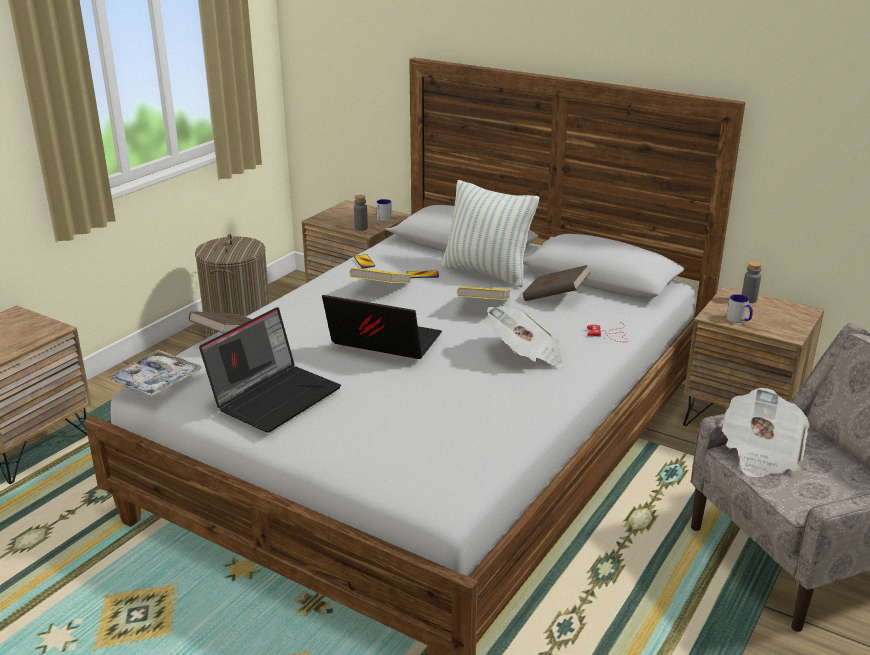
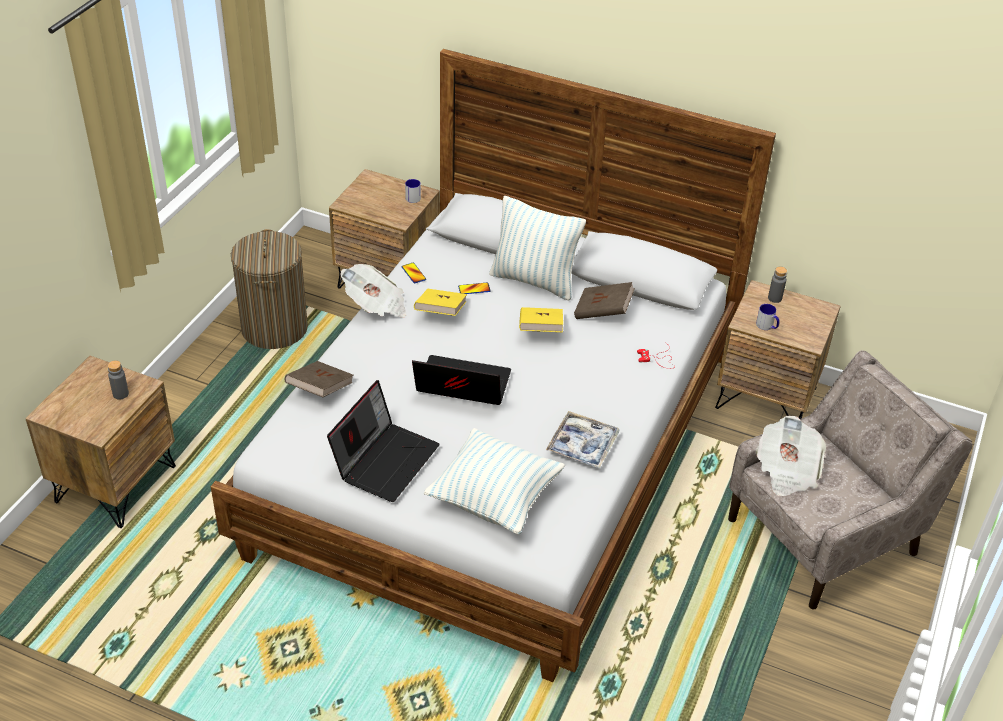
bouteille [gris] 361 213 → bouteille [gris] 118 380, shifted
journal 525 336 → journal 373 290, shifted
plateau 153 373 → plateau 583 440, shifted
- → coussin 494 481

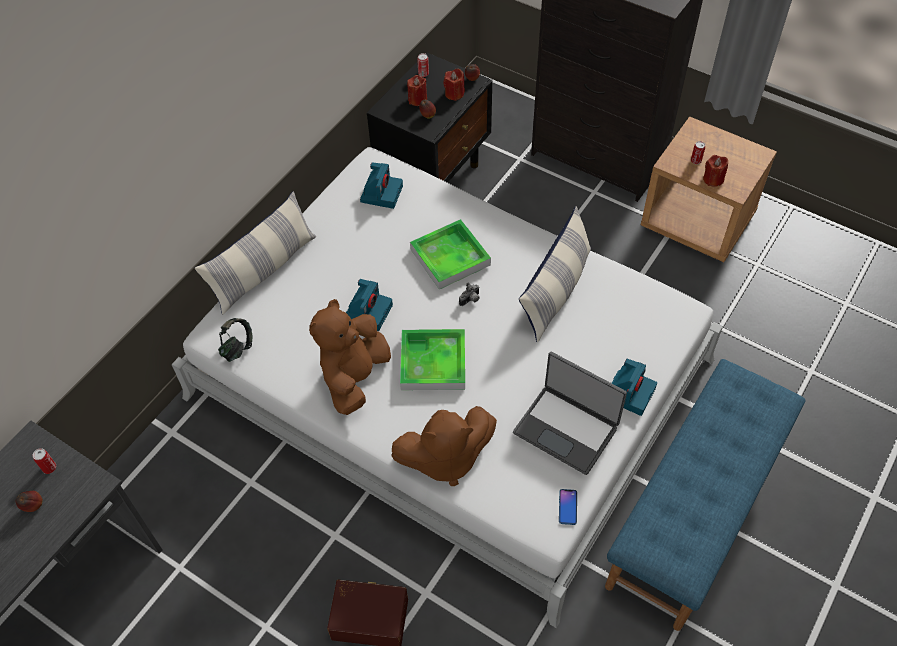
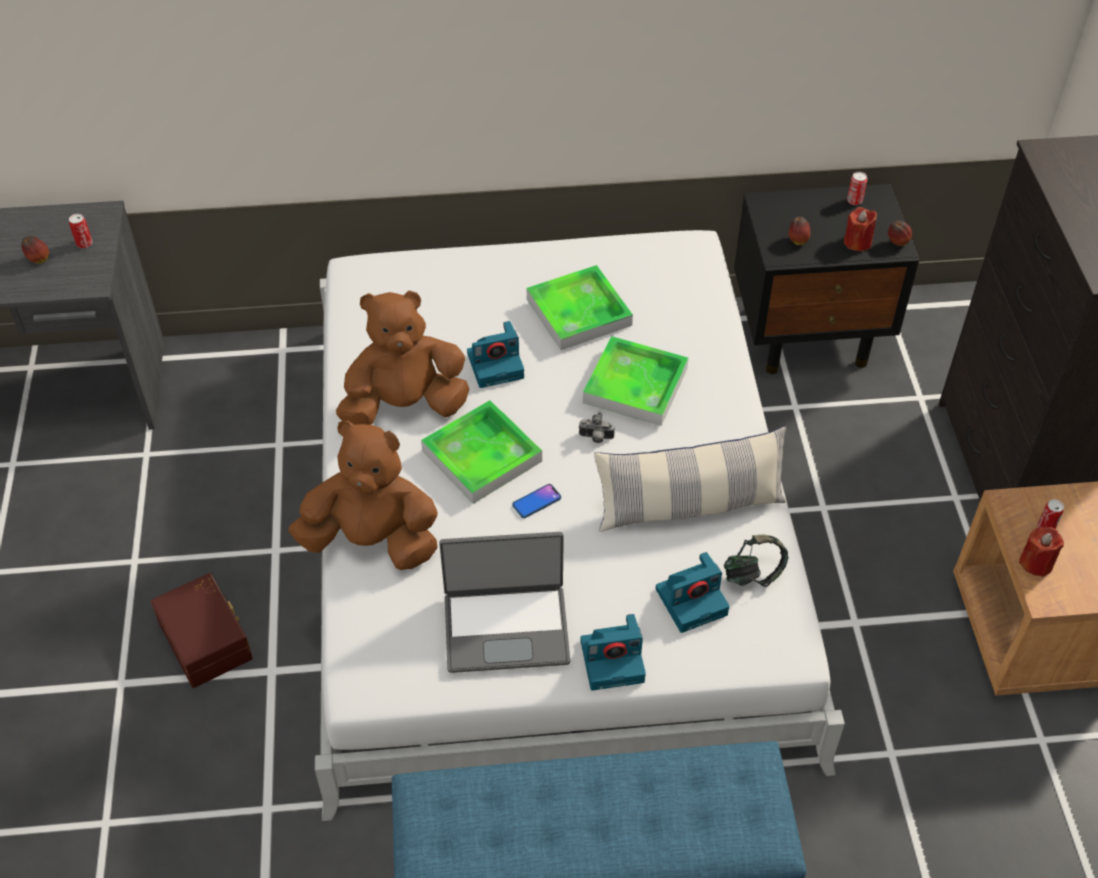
bougie [rouge] 417 90 → -
appareil photo 381 186 → appareil photo 692 592, shifted
coussin 255 253 → -
casque audio 235 340 → casque audio 756 561, shifted
ordinateur portable 570 413 → ordinateur portable 504 602, 90 degrees counterclockwise
peluche [marron] 444 446 → peluche [marron] 363 495, 150 degrees clockwise
téléphone 568 507 → téléphone 536 501, shifted
- → plateau 580 307

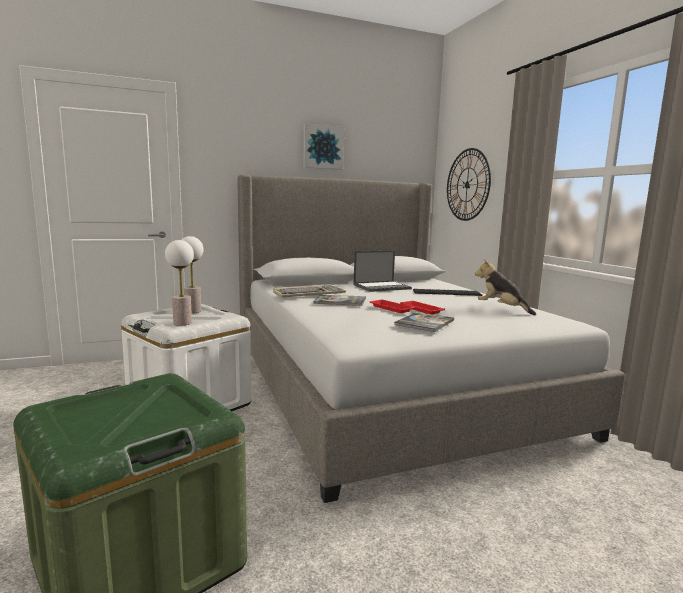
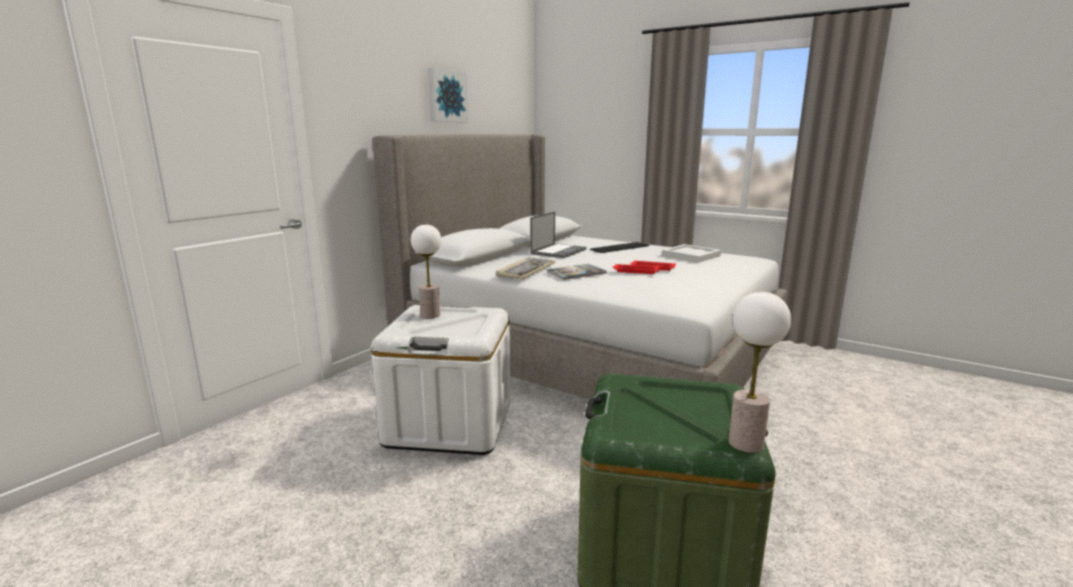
horloge murale 469 184 → -
lampe de table 179 282 → lampe de table 759 372, shifted
peluche 505 287 → plateau [blanc] 691 253
livre 424 322 → -

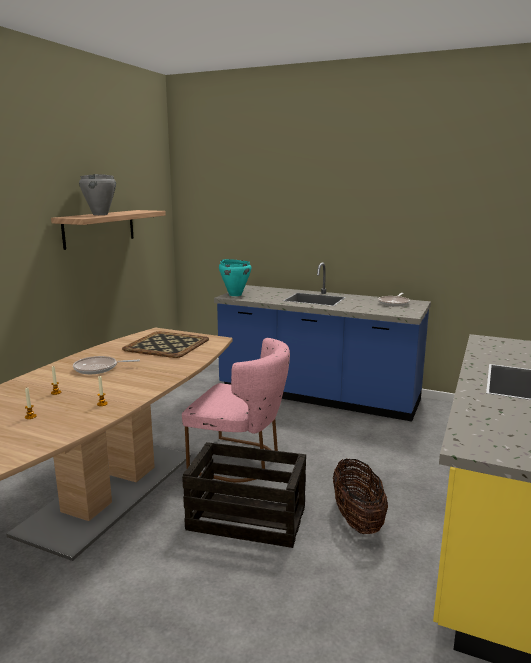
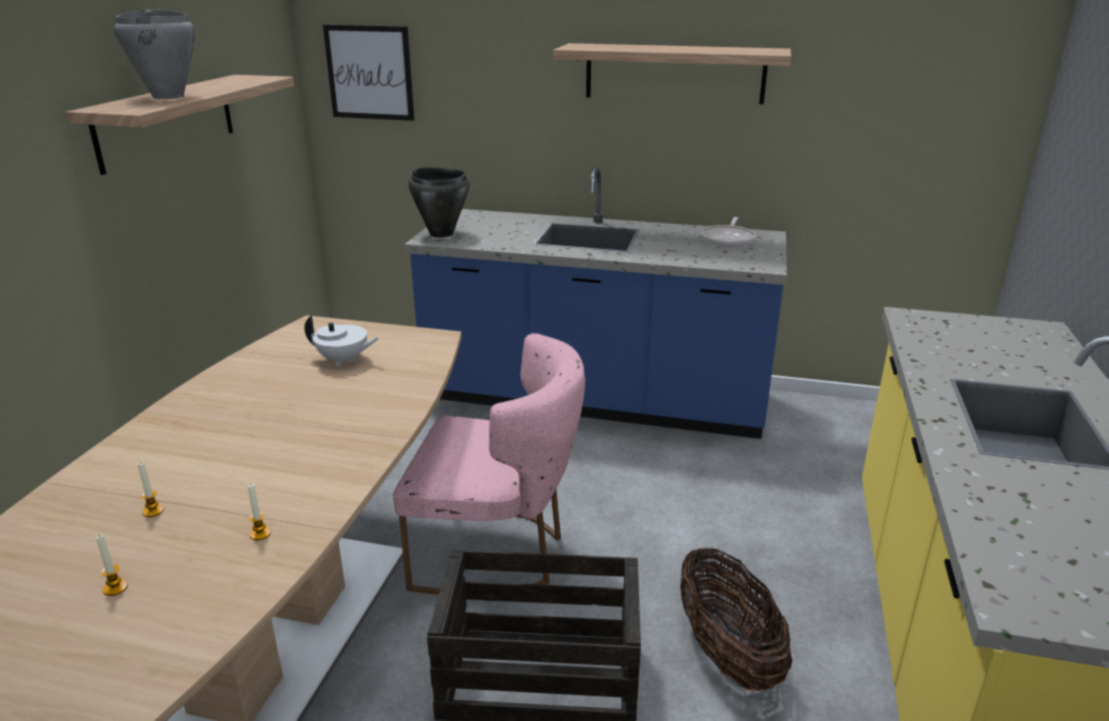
marmite [turquoise] 235 277 → marmite [noir] 439 202
plateau 165 344 → théière [blanc] 341 340
poêle 106 365 → -
- → tableau 368 72
- → étagère 672 73

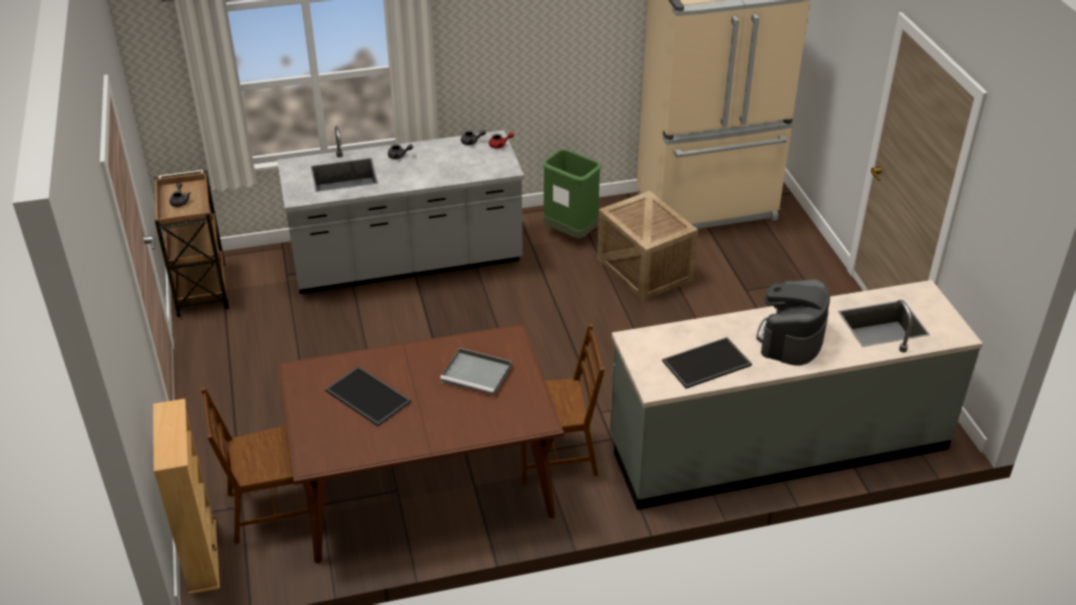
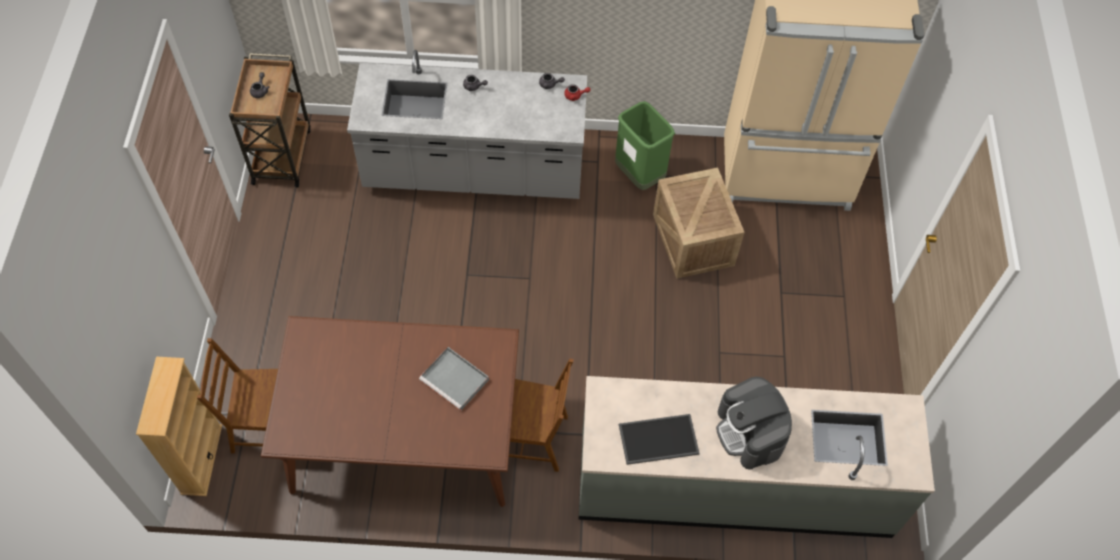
machine à café 793 322 → machine à café 754 423, 60 degrees counterclockwise
plateau 368 396 → -

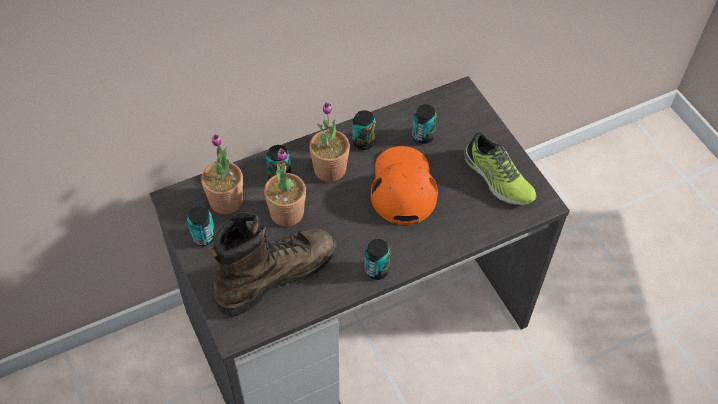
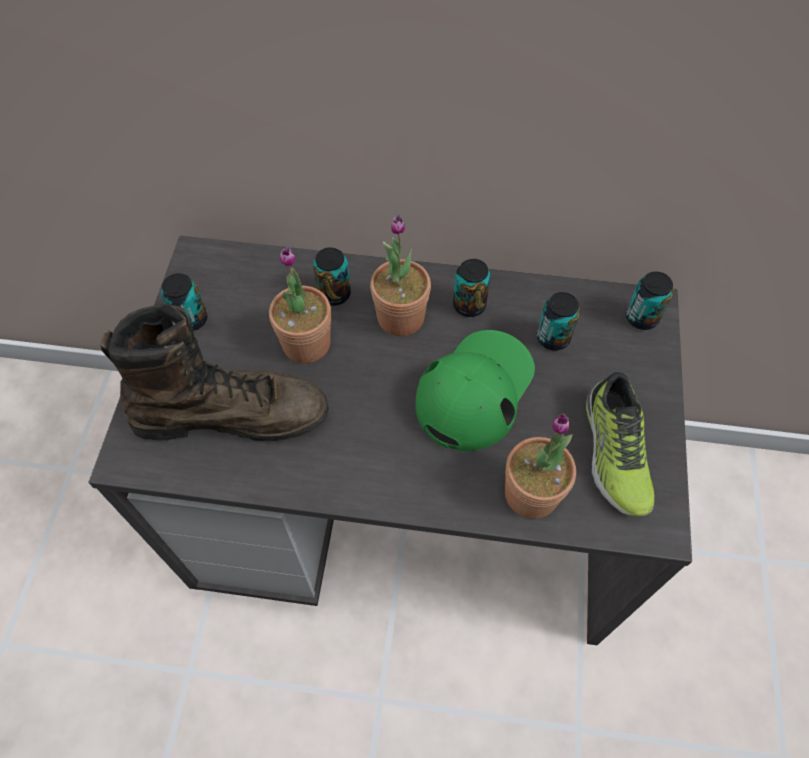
plante en pot 222 174 → plante en pot 540 466, shifted
casquette [orange] 404 185 → casquette [vert] 475 390
boîte métallique 377 259 → boîte métallique 649 300, shifted

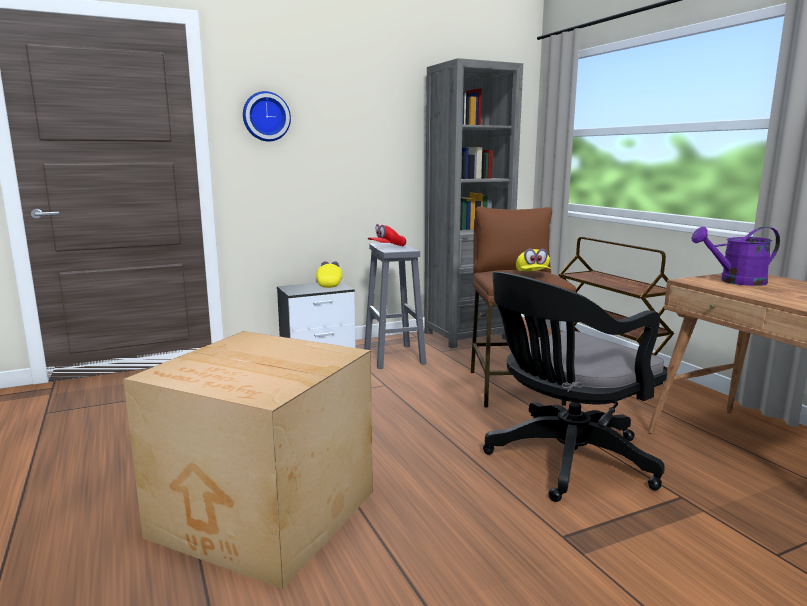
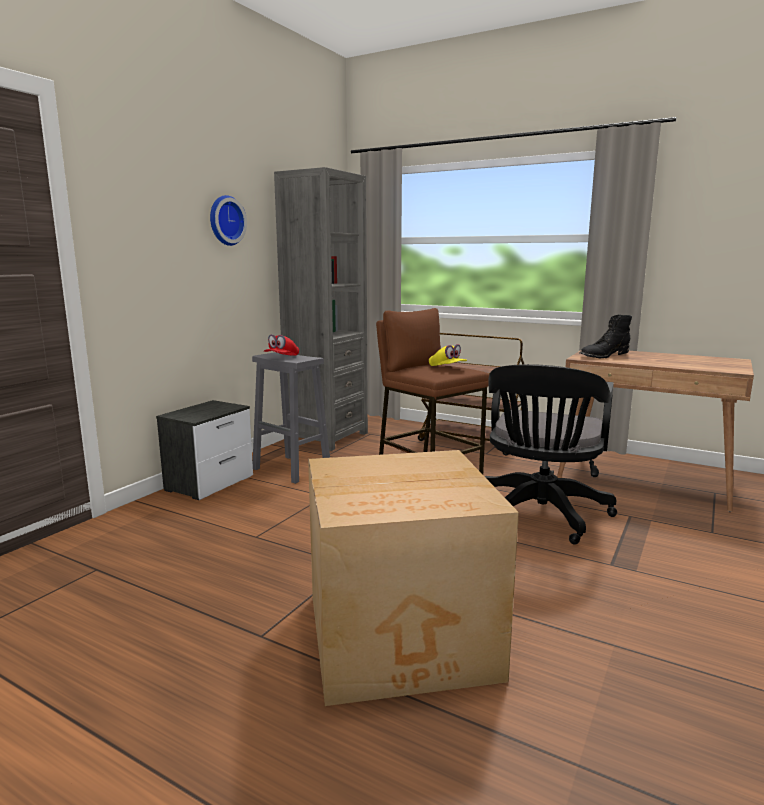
horloge murale 267 116 → horloge murale 228 220, shifted
arrosoir [violet] 735 256 → botte [noir] 606 336
casquette [jaune] 329 274 → -

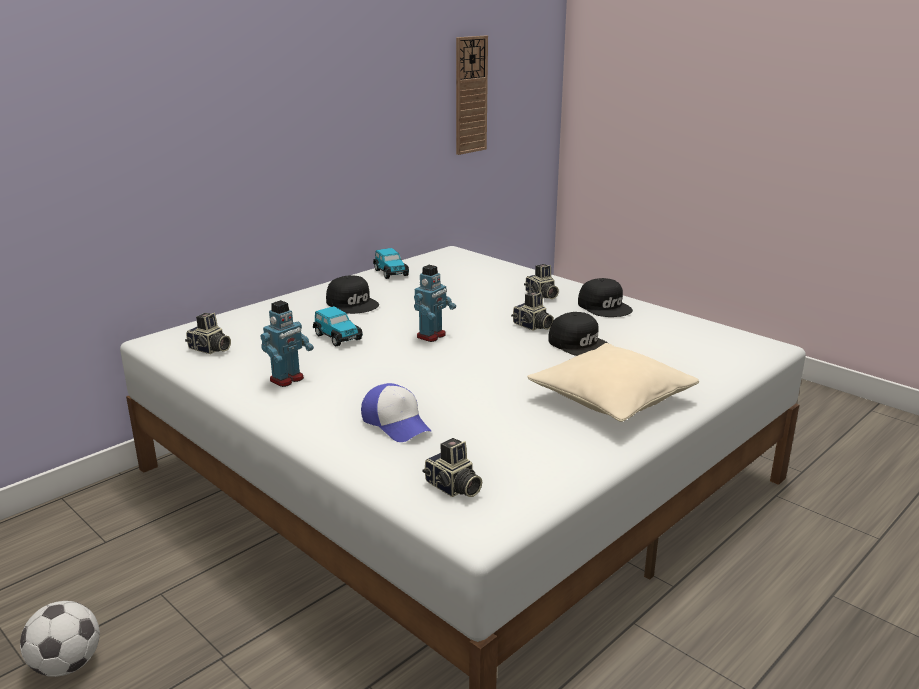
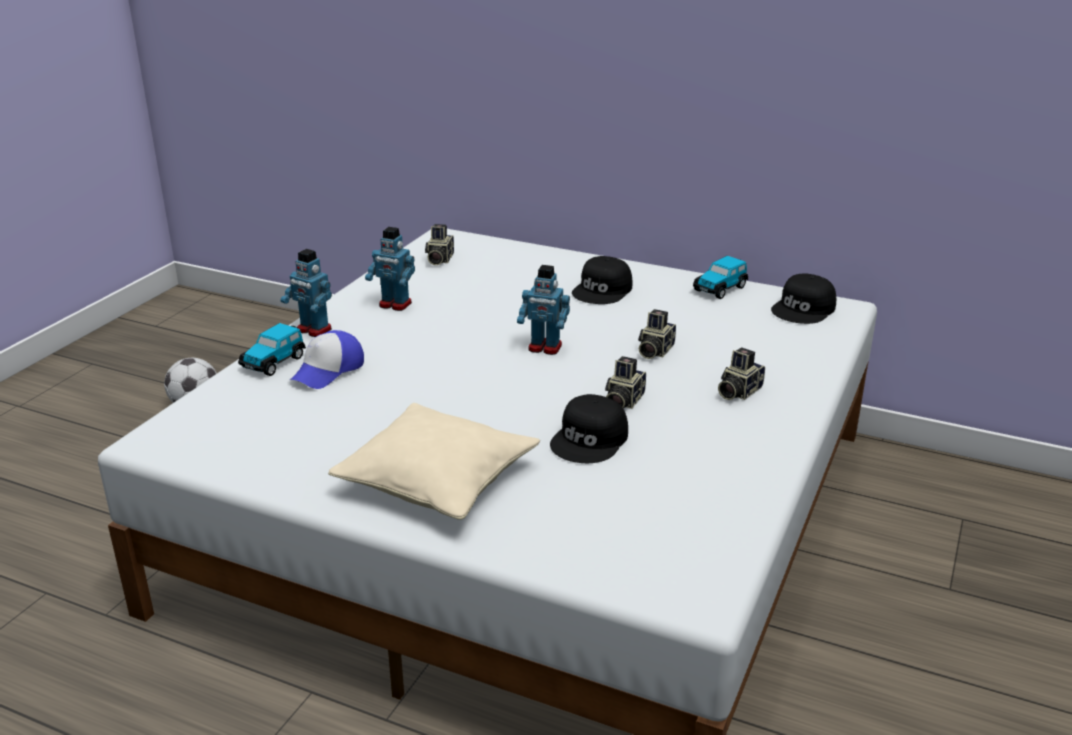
horloge murale 472 95 → -
casquette [noir] 605 297 → casquette [noir] 803 298, shifted
petite voiture 338 326 → petite voiture 272 349, shifted
appareil photo 452 467 → appareil photo 657 334, shifted
- → robot jouet 306 293

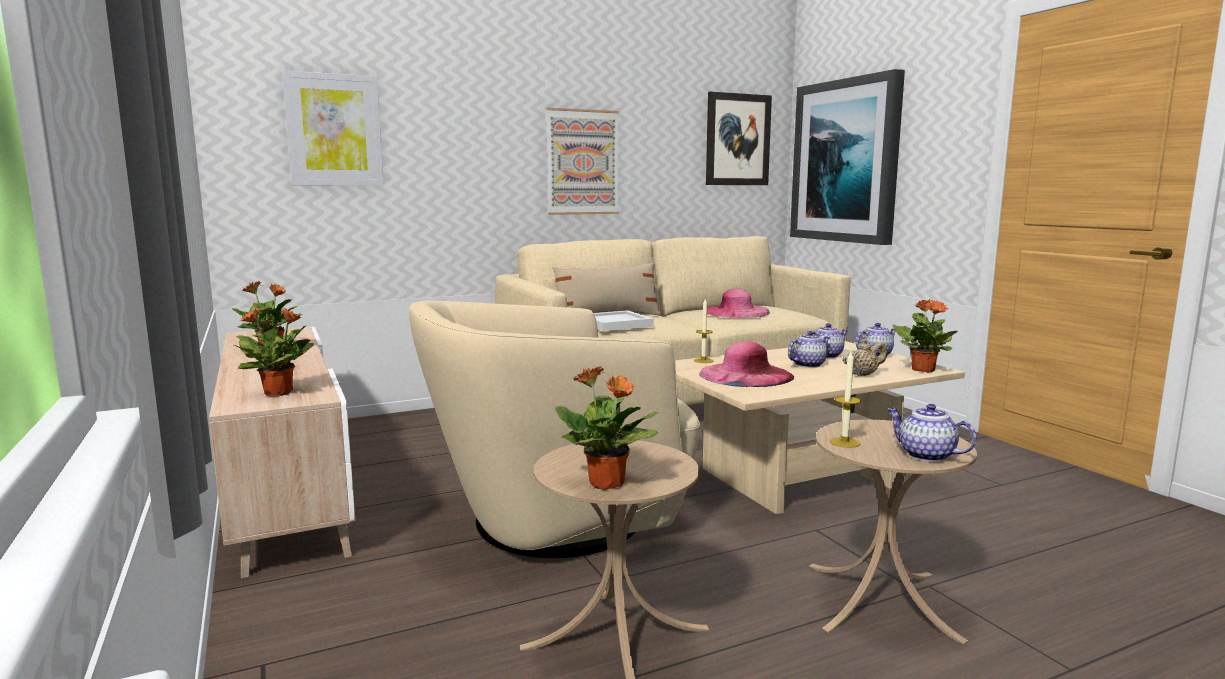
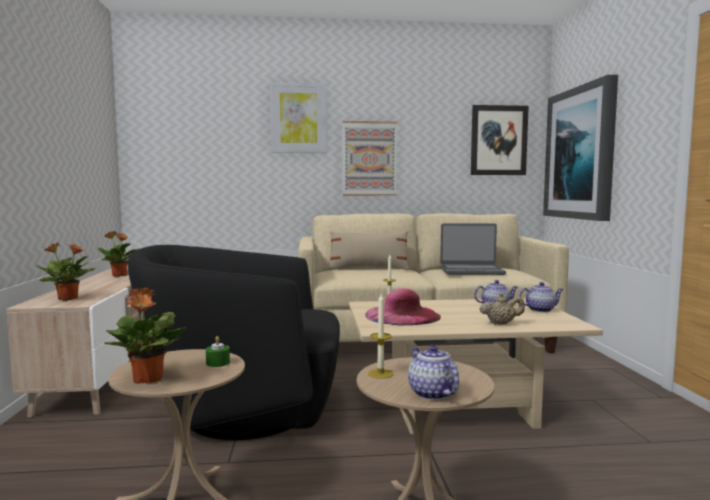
tableau 333 128 → tableau 298 117, shifted
chapeau [rose] 738 303 → ordinateur portable 473 249
plante en pot 924 335 → -
fauteuil [beige] 554 429 → fauteuil [noir] 234 342
plateau [blanc] 624 320 → -
théière 809 349 → -
- → bougie [vert] 218 351

